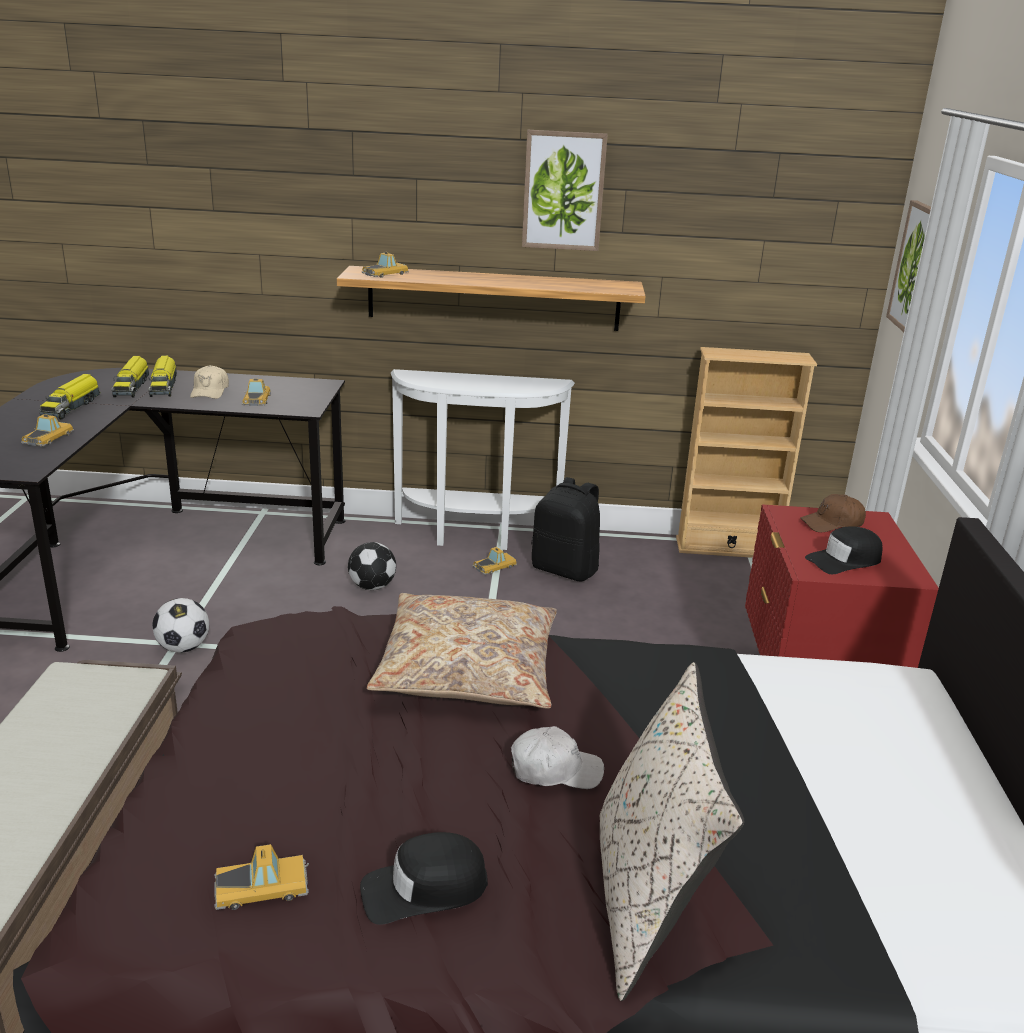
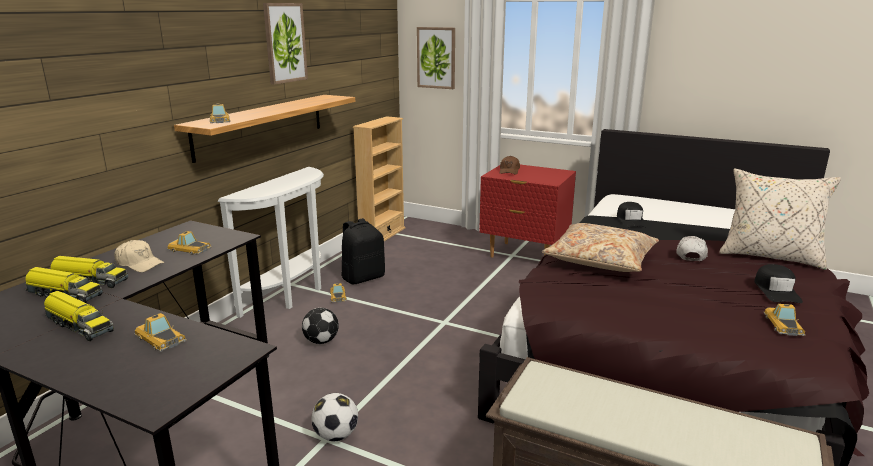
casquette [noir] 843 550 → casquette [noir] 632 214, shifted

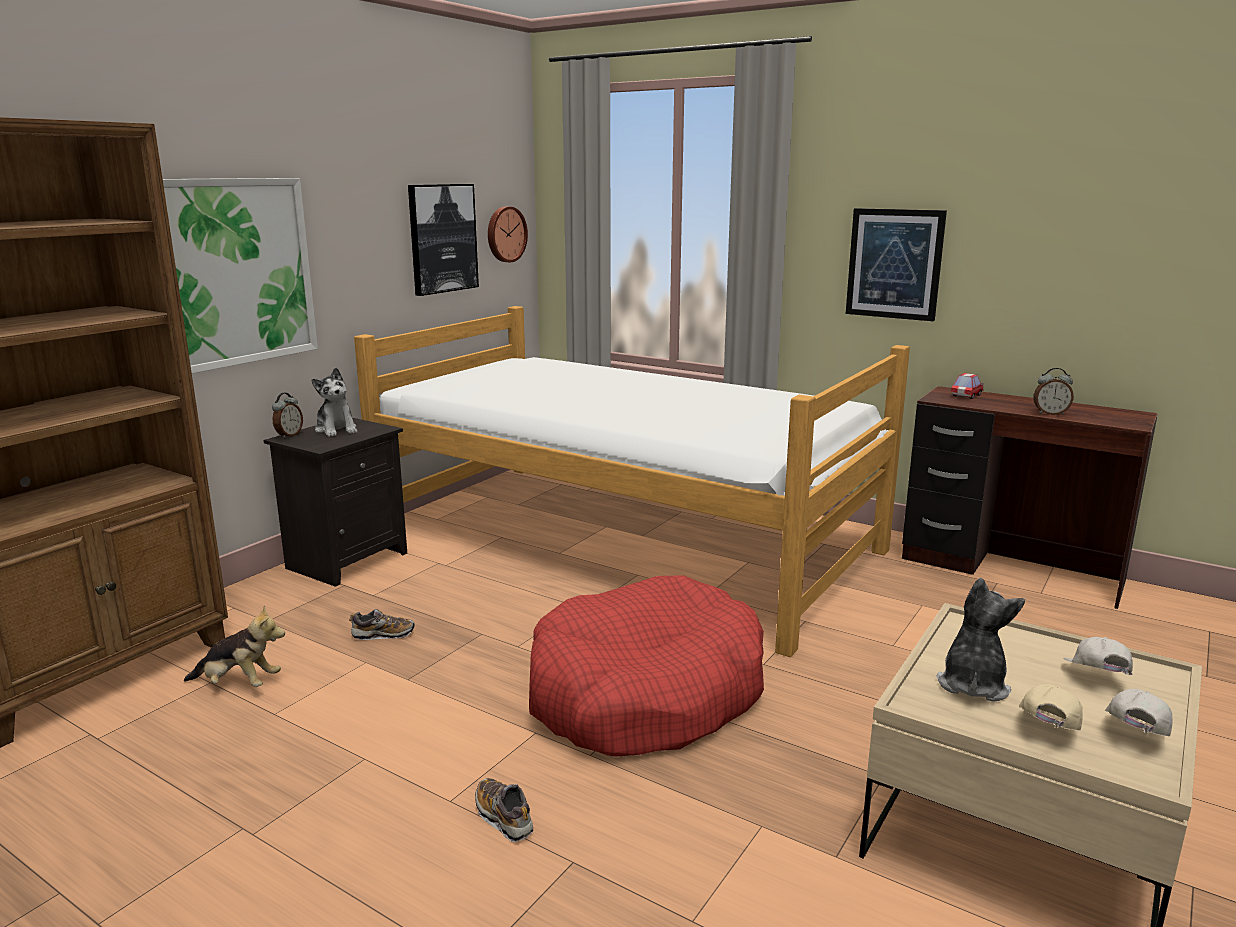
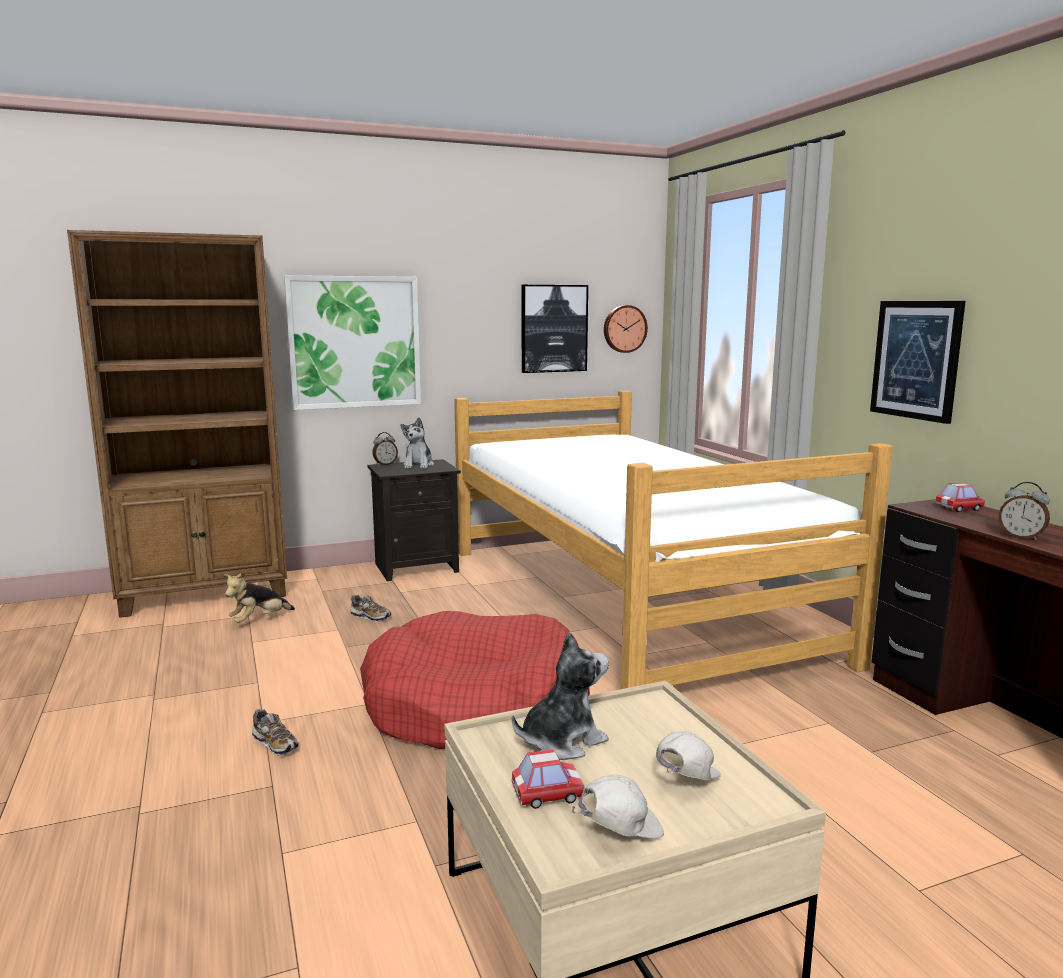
peluche 234 646 → peluche 259 598, 90 degrees clockwise
casquette [beige] 1050 707 → petite voiture 548 779
chaussure 504 810 → chaussure 275 732, 135 degrees clockwise

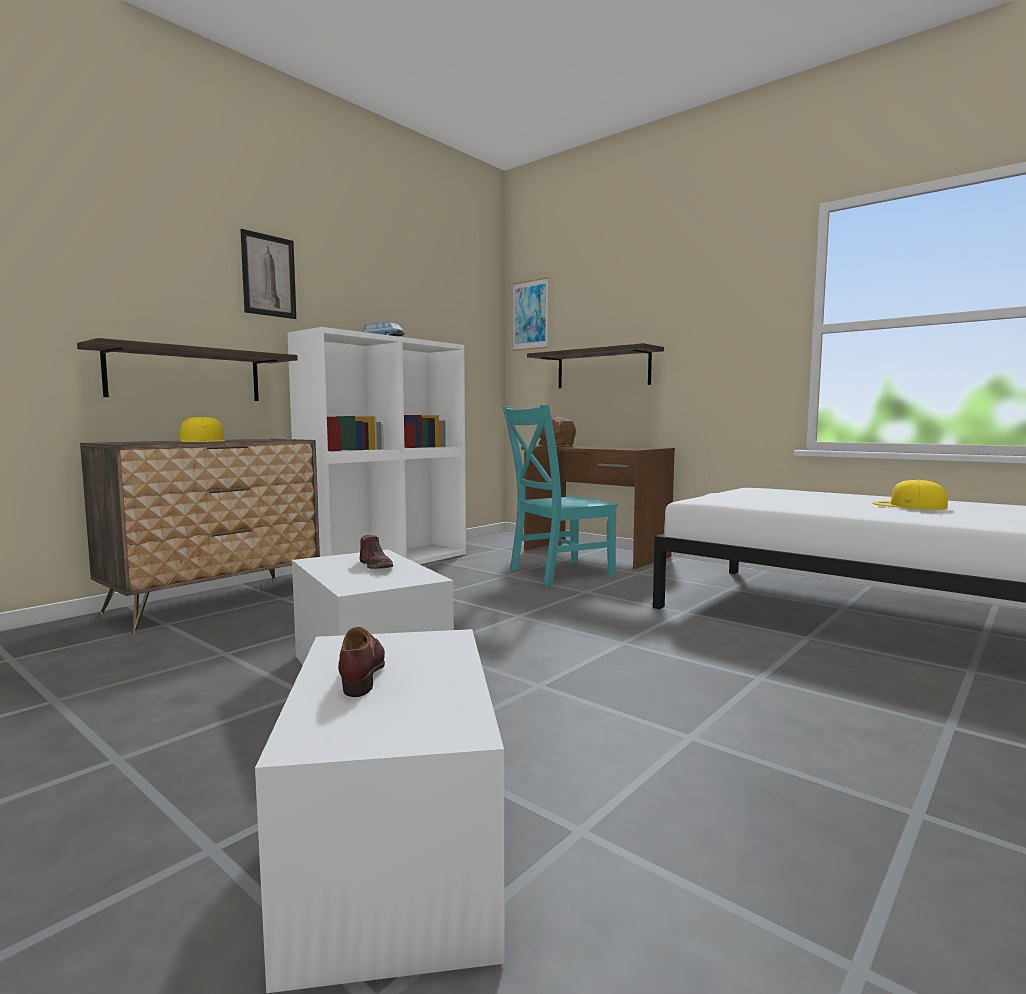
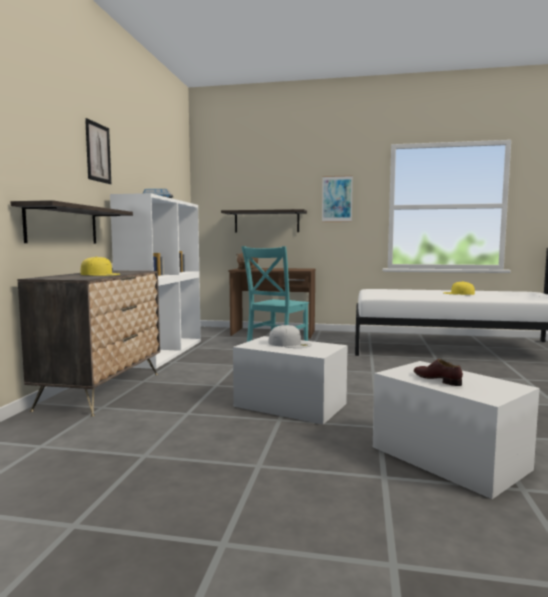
tableau 530 314 → tableau 337 198, shifted
chaussure [marron] 376 552 → casquette [blanc] 290 336

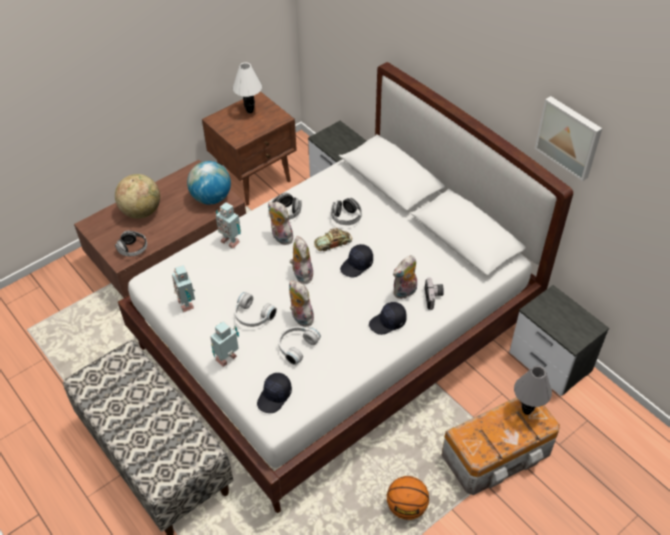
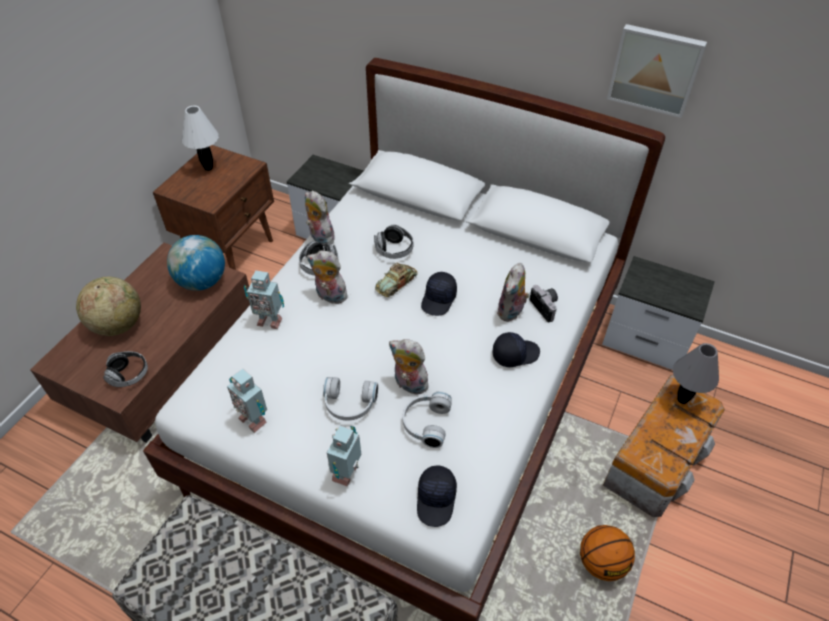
peluche 301 260 → peluche 320 218, shifted
casquette [noir] 388 318 → casquette [noir] 516 349, 150 degrees counterclockwise

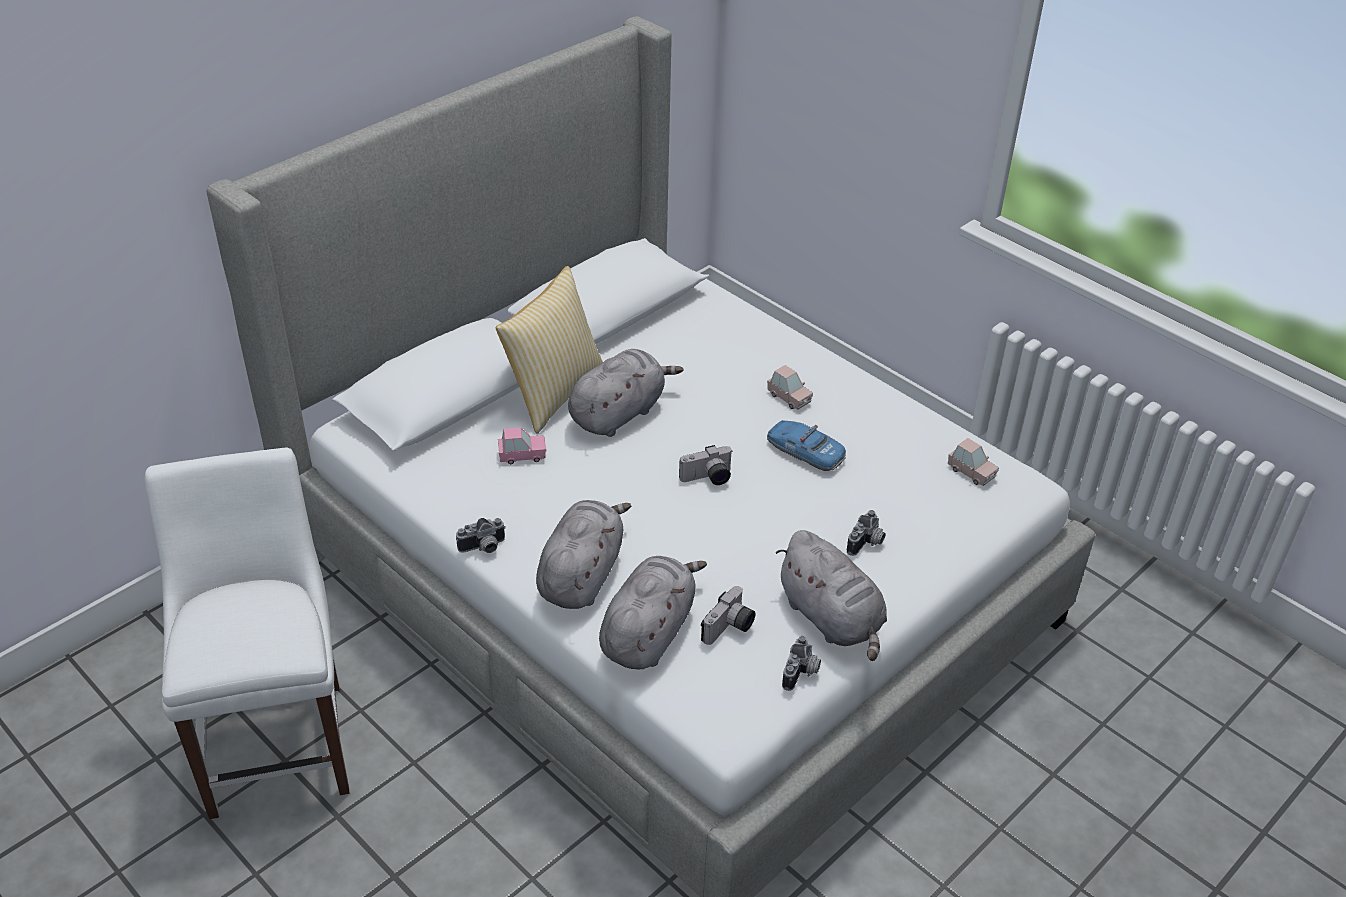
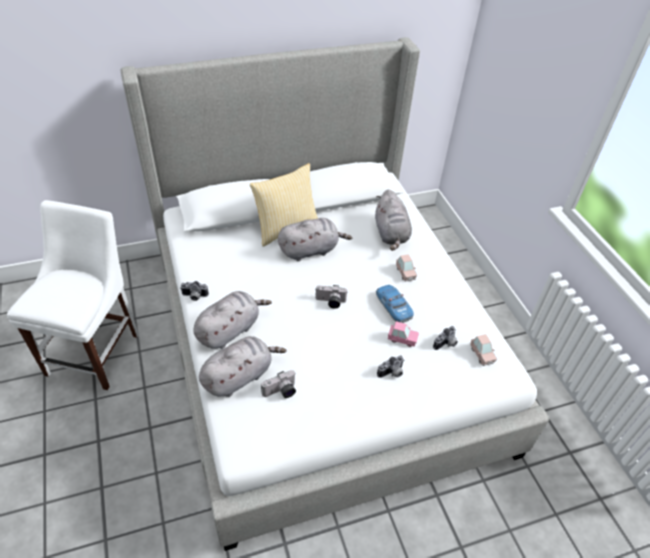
petite voiture [rose] 522 445 → petite voiture [rose] 403 334, shifted
peluche [gris] 831 595 → peluche [gris] 393 220, shifted
appareil photo 801 663 → appareil photo 445 338, shifted

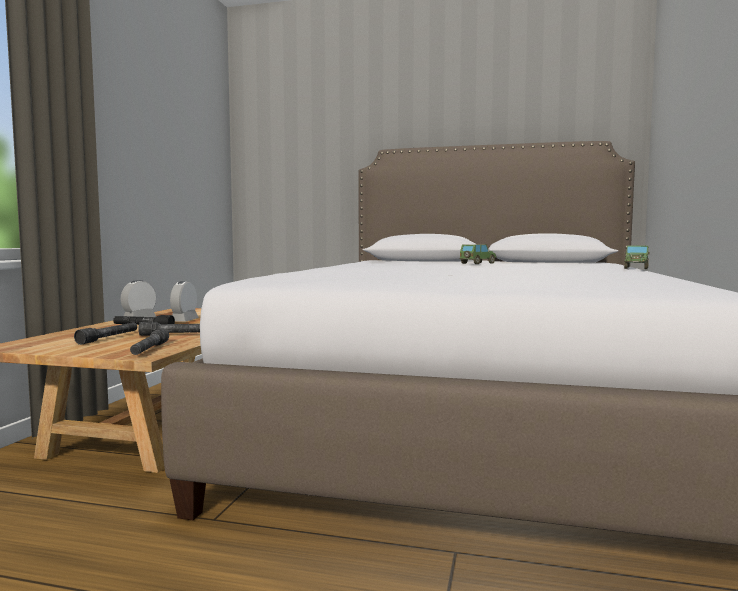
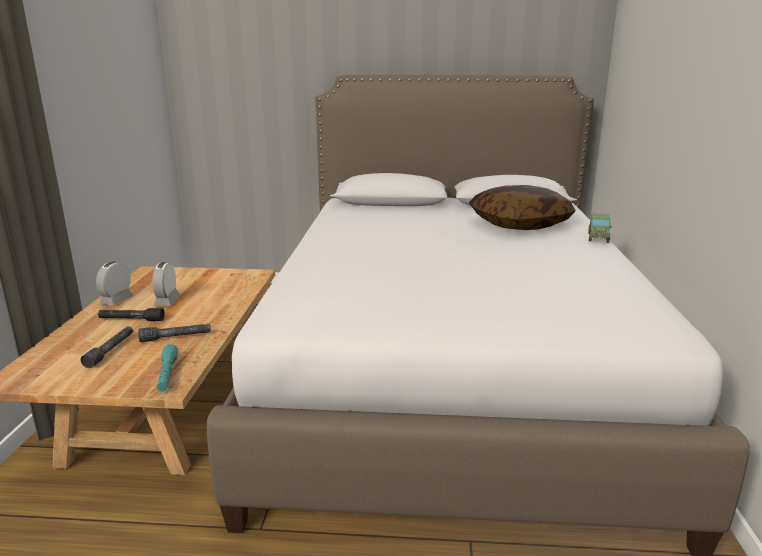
petite voiture 478 254 → -
lampe de poche [gris] 149 341 → lampe de poche [turquoise] 167 368
- → coussin 522 207

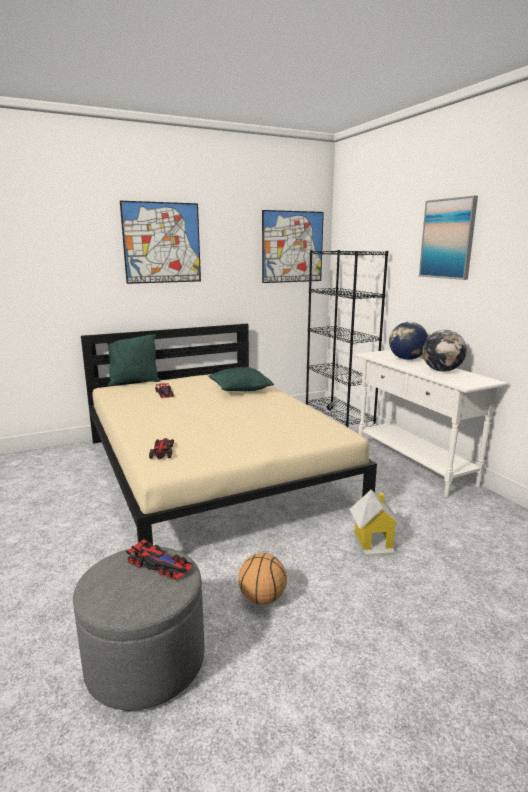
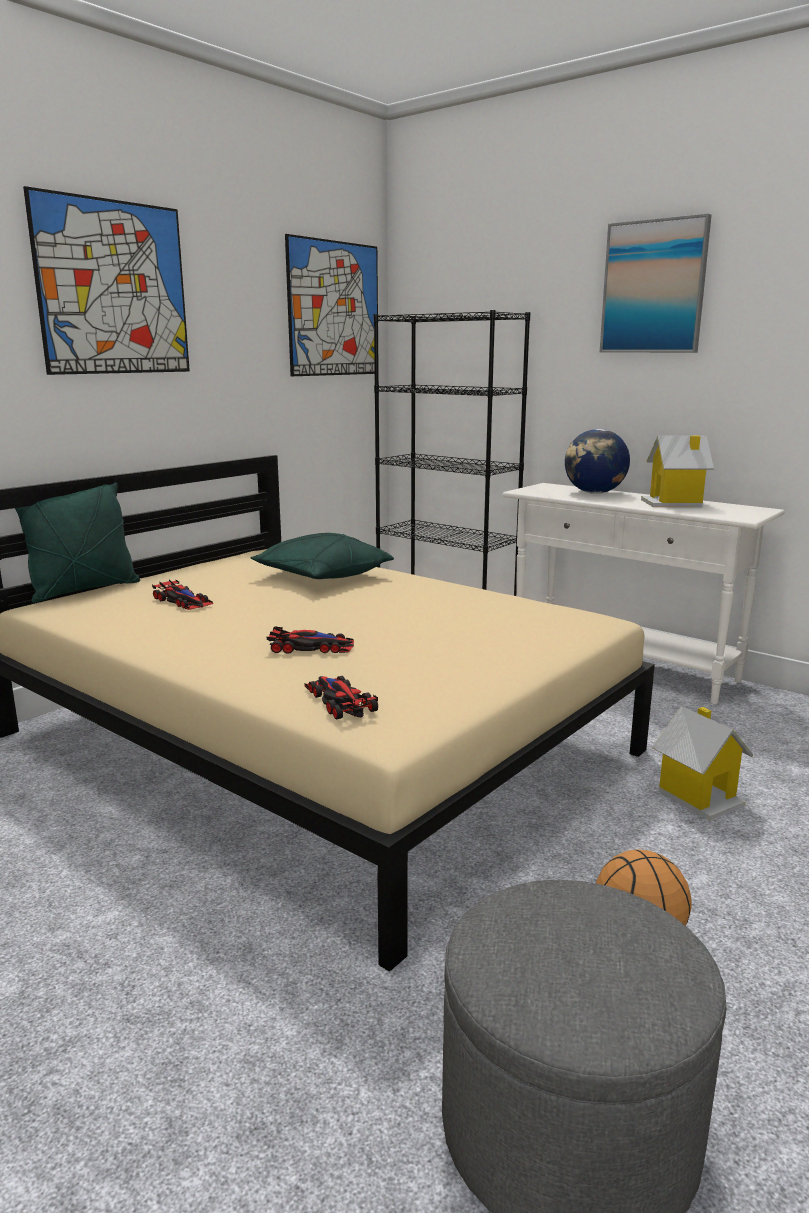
globe 444 351 → maison miniature 677 471
petite voiture 159 559 → petite voiture 310 640, shifted

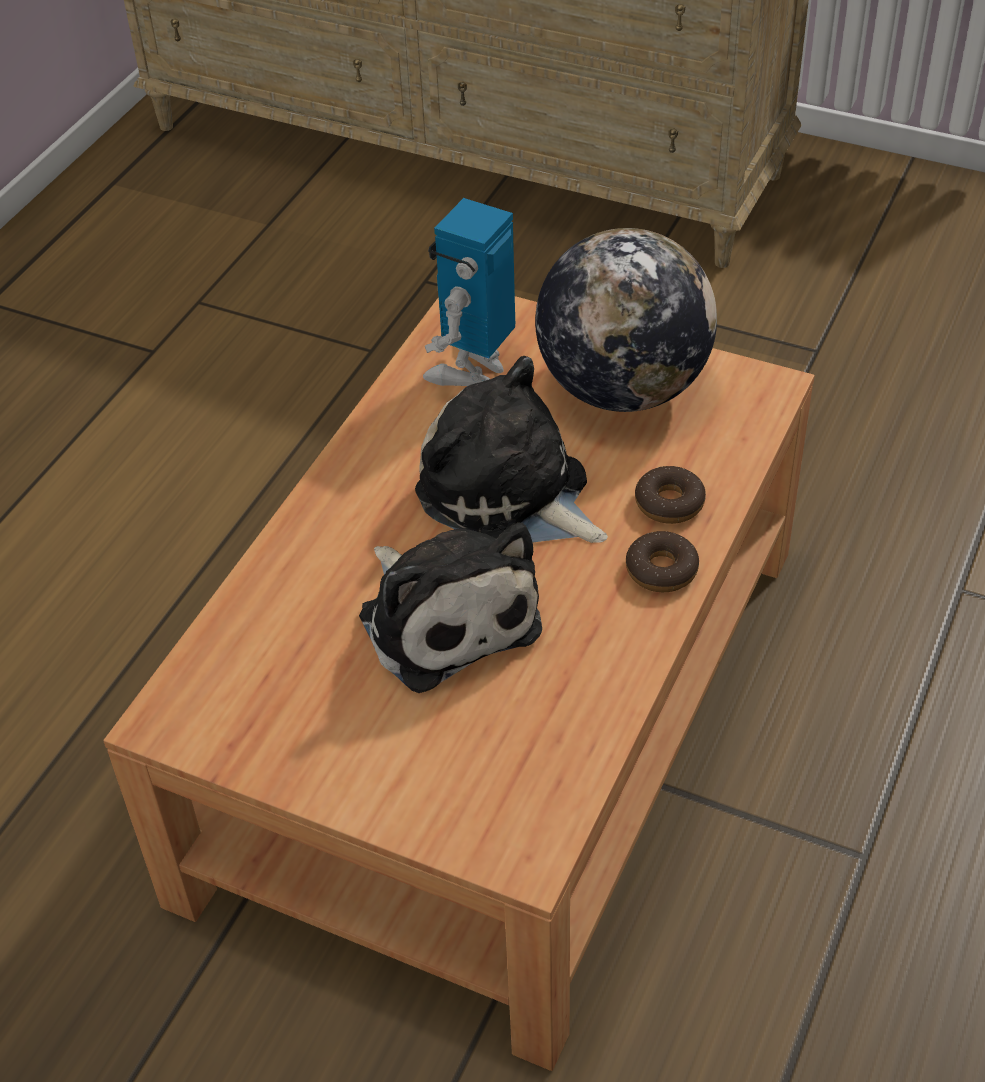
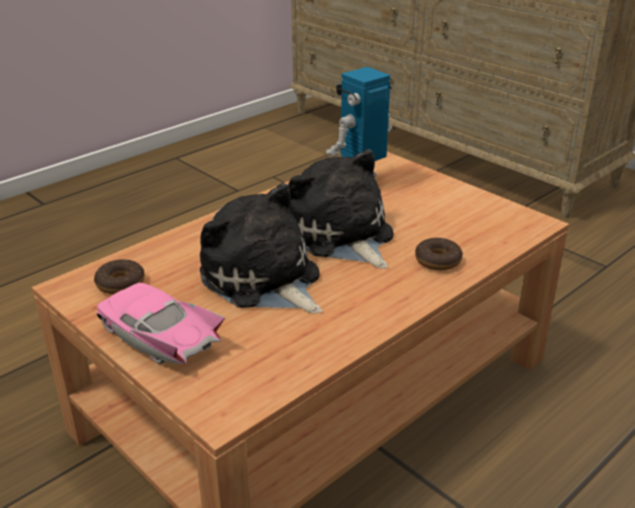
globe 626 320 → -
peluche 450 608 → peluche 261 248, 150 degrees clockwise
beignet 662 561 → beignet 119 276, shifted
- → petite voiture [rose] 161 323

